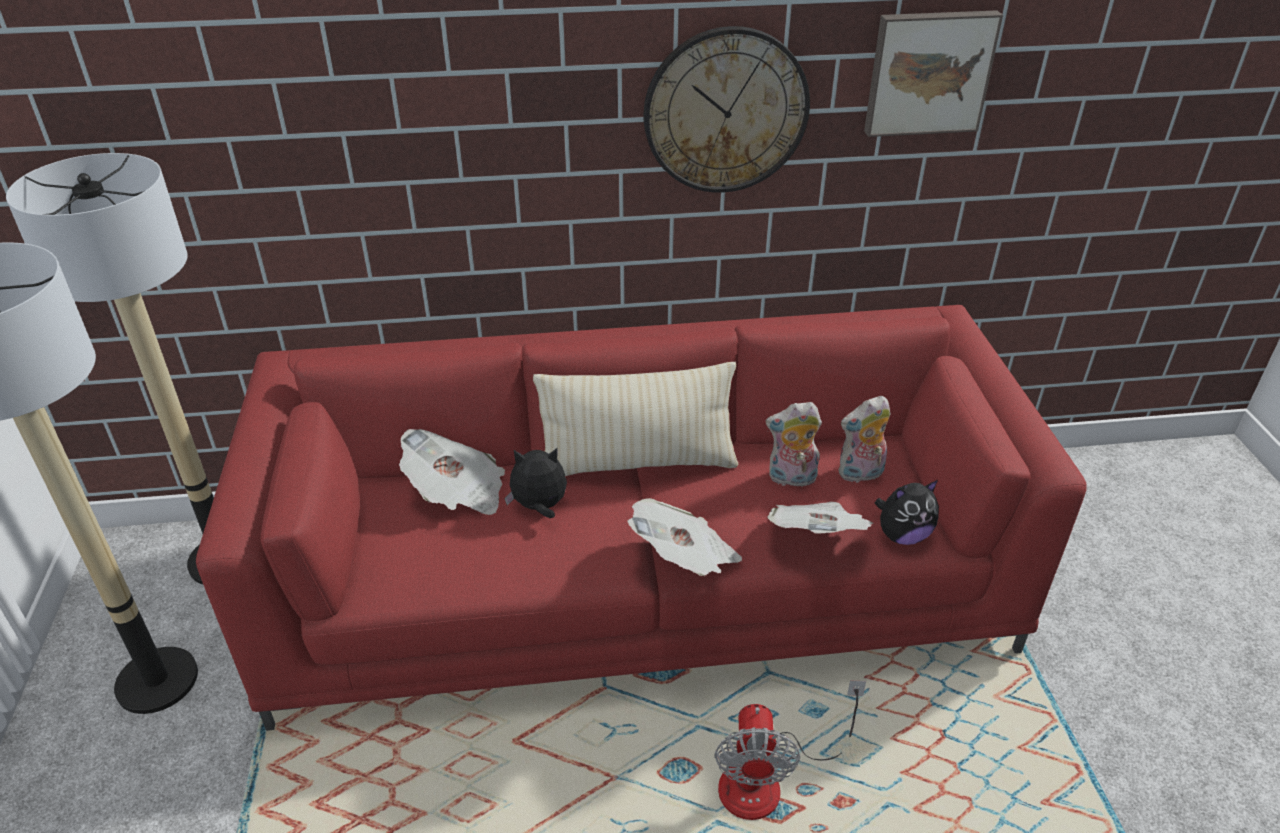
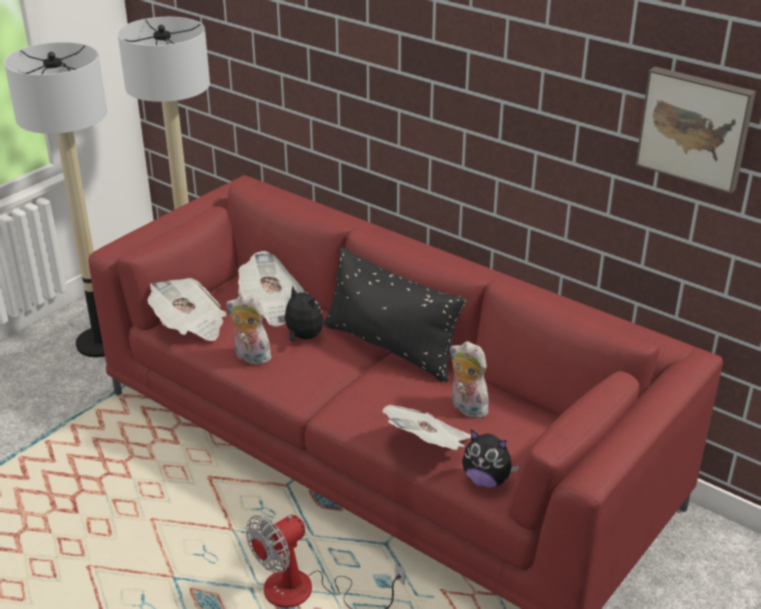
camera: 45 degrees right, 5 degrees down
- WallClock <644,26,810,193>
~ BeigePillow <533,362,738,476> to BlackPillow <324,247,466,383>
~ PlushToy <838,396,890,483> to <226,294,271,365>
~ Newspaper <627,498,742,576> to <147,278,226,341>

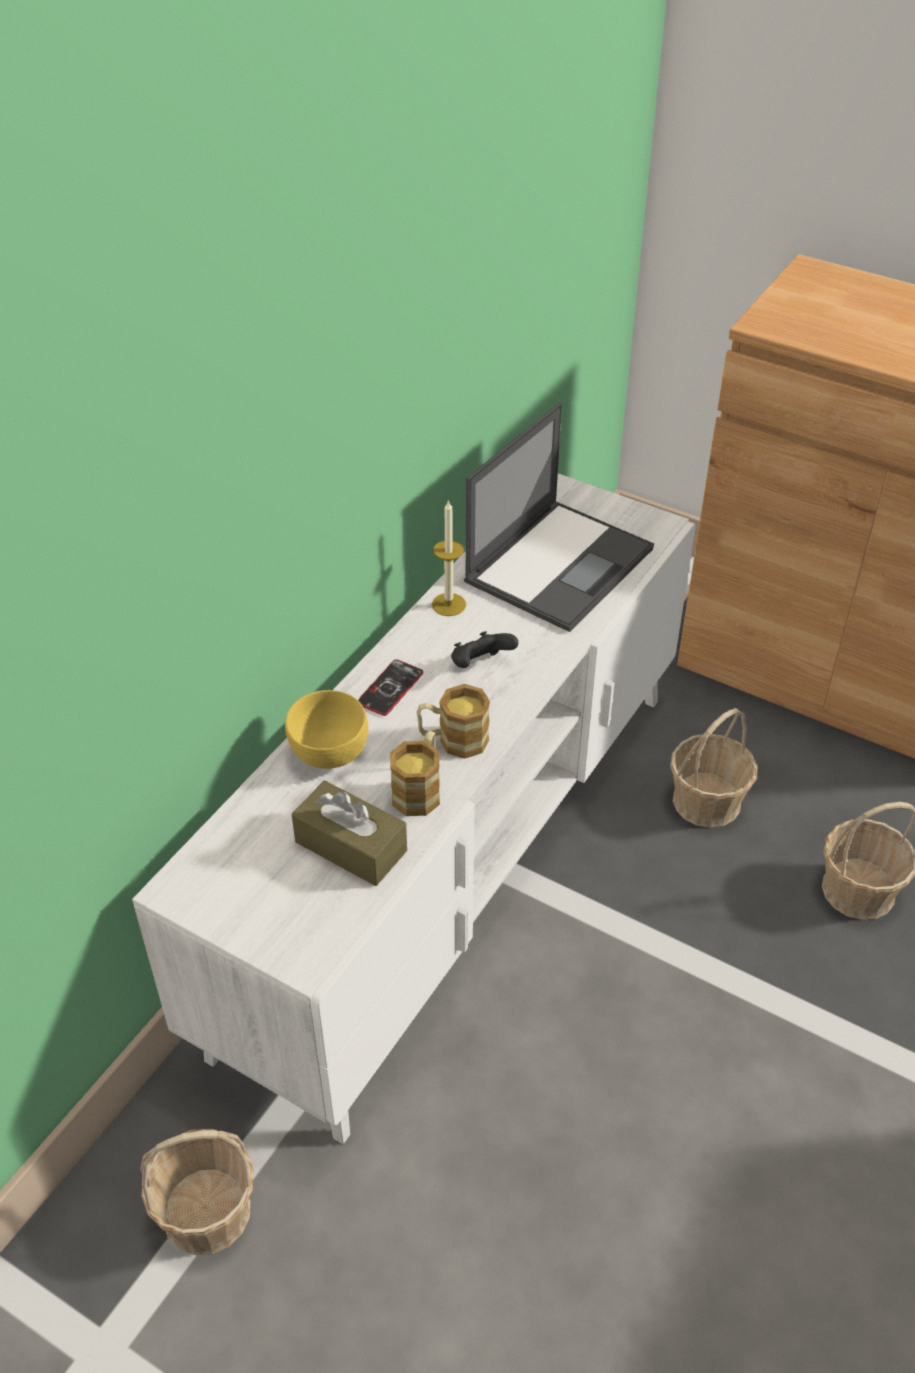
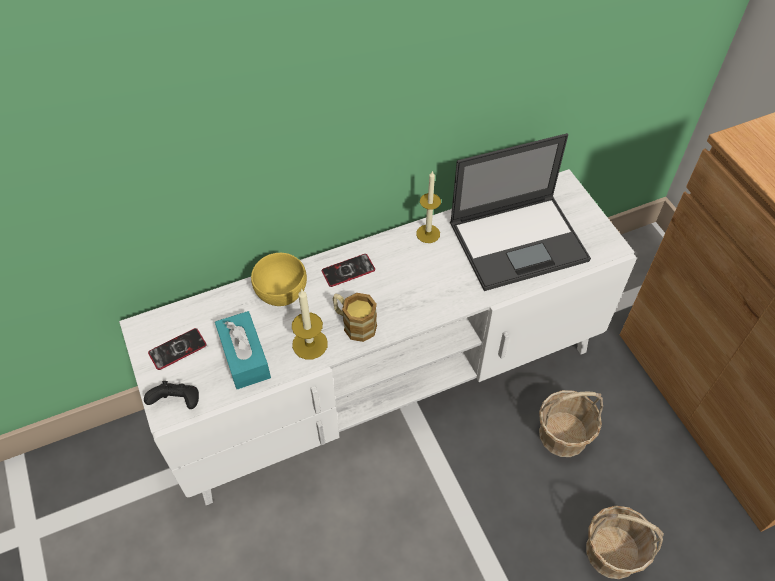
camera: 35 degrees right, 10 degrees up
~ BlackGameController <451,631,519,668> to <144,381,199,409>
~ Mug <390,731,440,816> to Candle <292,289,328,359>
~ BrownTissueBox <292,780,407,886> to TurquoiseTissueBox <215,311,271,389>
- Basket <140,1129,254,1255>
+ Phone <148,328,207,370>

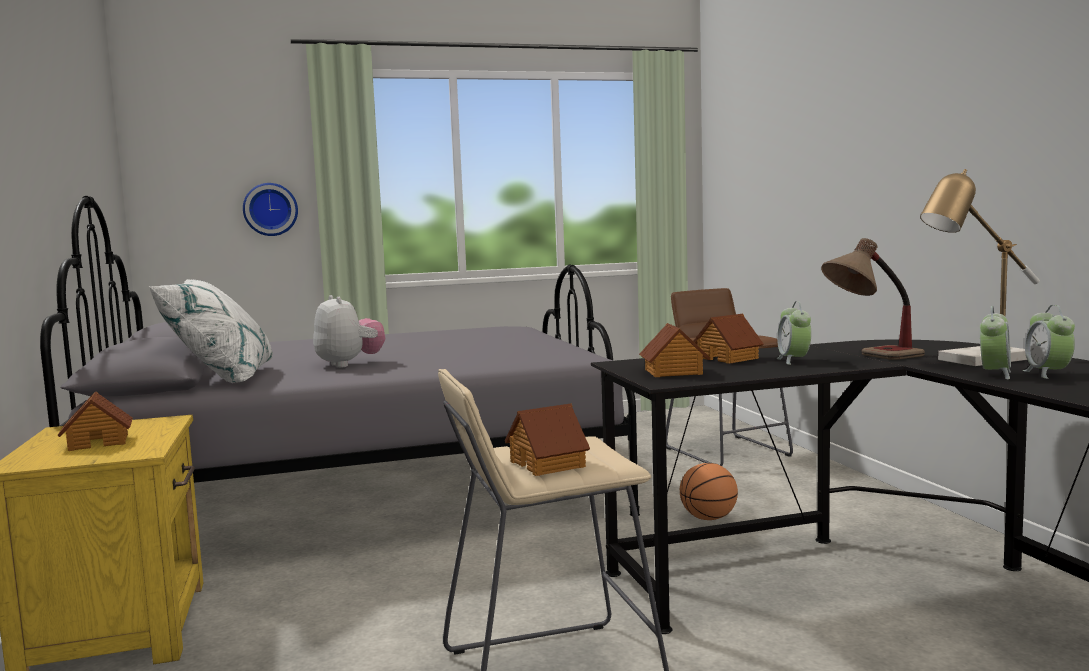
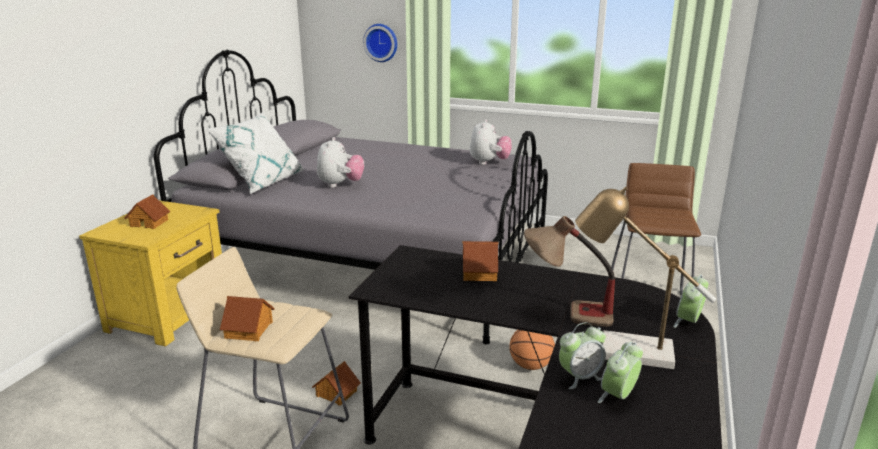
camera: 35 degrees right, 15 degrees up
~ AlarmClock <776,301,811,365> to <673,274,708,328>
~ ToyHouse <639,323,710,377> to <312,361,361,406>
+ PlushToy <470,119,512,165>

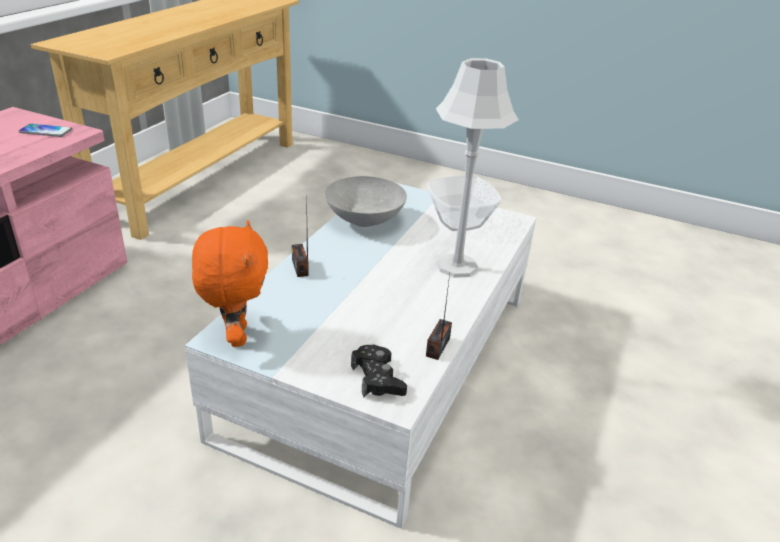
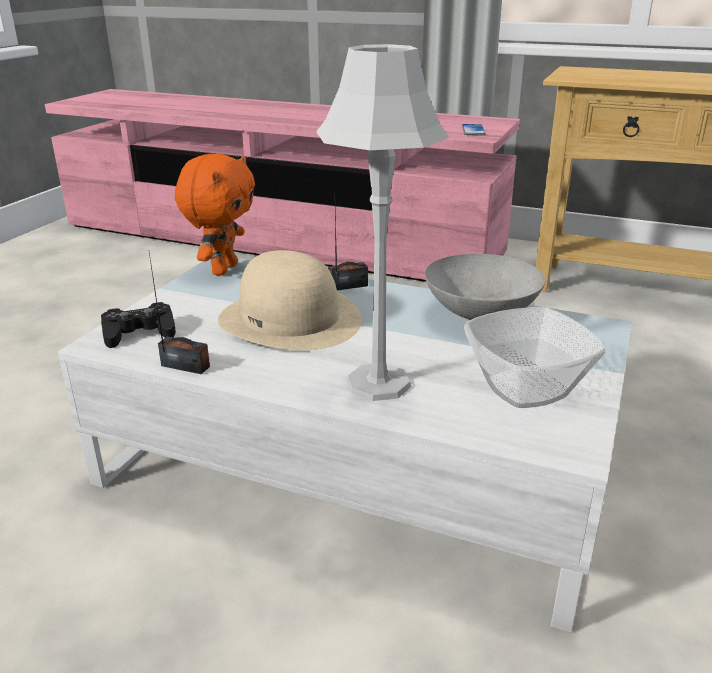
camera: 90 degrees right, 5 degrees down
~ OrangePlushToy <192,220,268,347> = <175,154,255,276> 60 degrees counterclockwise
+ BeigeHat <218,250,361,350>

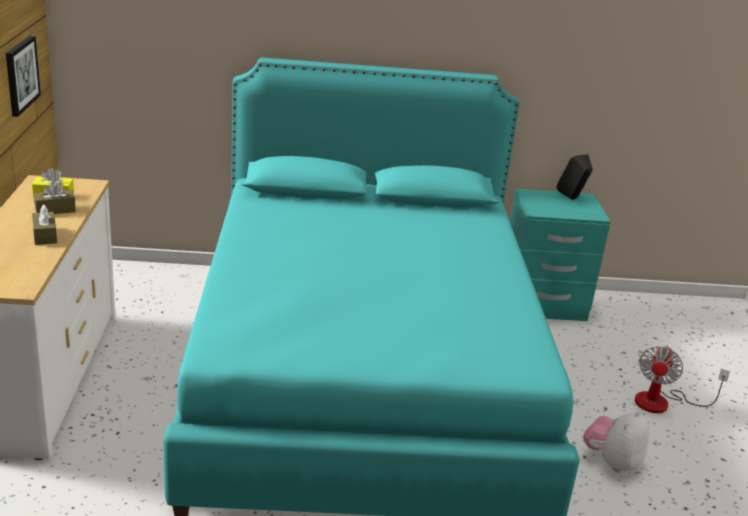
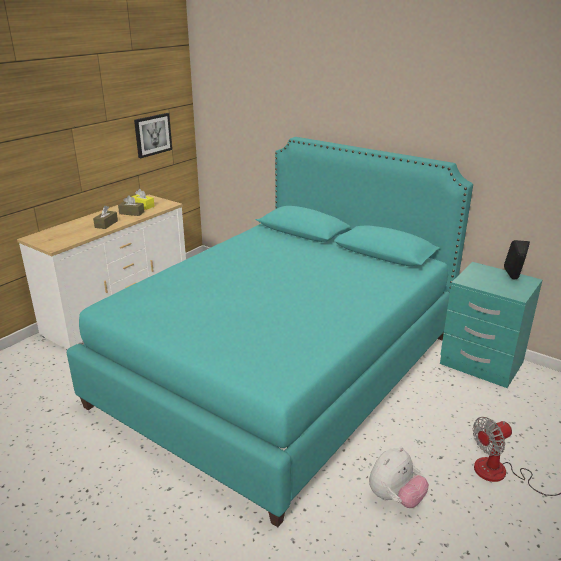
camera: 40 degrees right, 0 degrees up
~ PlushToy <583,411,649,473> = <369,447,429,508> 150 degrees clockwise

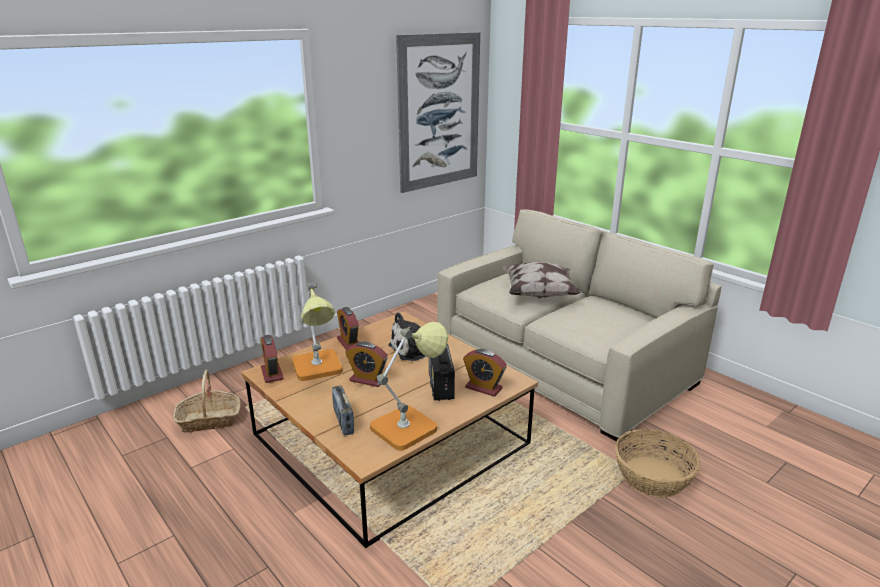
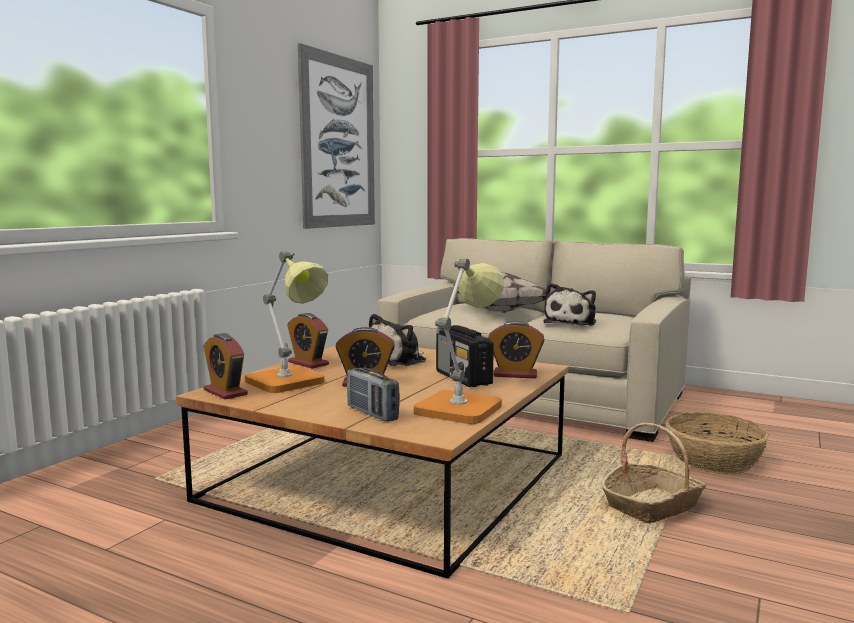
camera: 20 degrees left, 15 degrees down
~ Basket <173,370,241,433> to <601,423,706,523>
+ PlushToy <543,283,596,326>

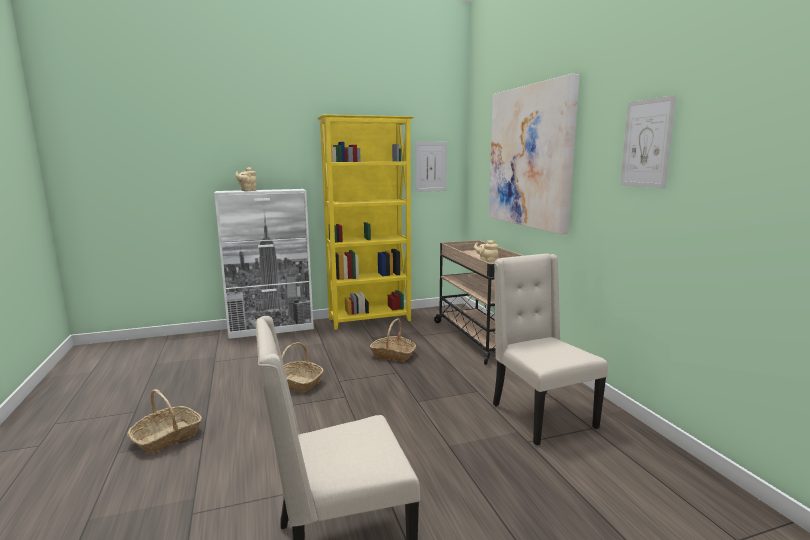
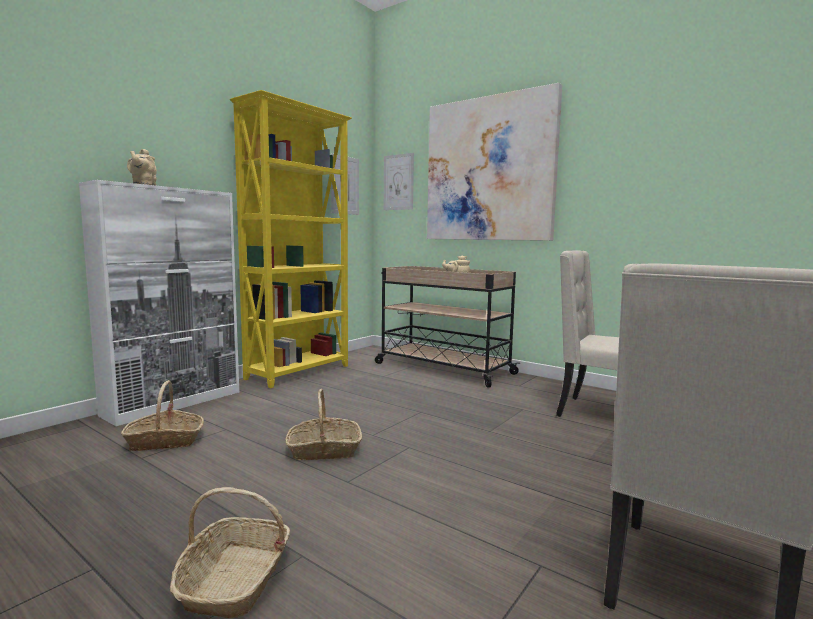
camera: 35 degrees left, 5 degrees down
~ Picture <620,95,677,188> to <384,153,414,210>
~ Basket <370,319,416,362> to <121,380,204,451>

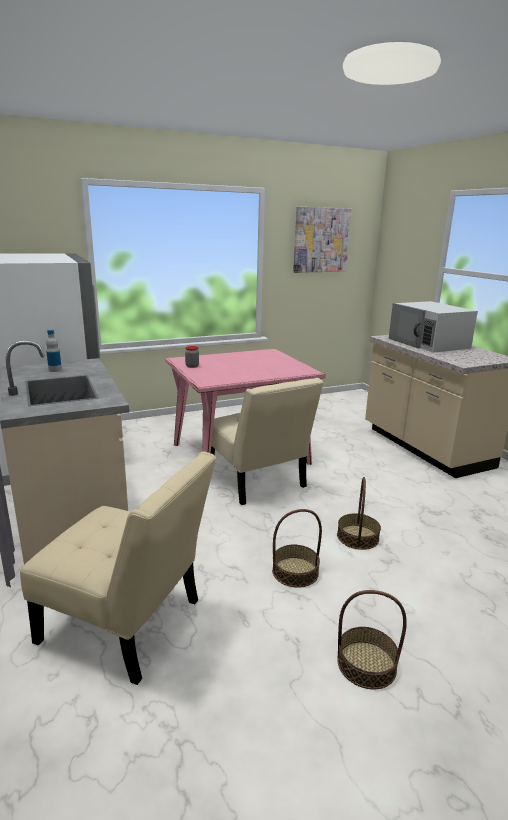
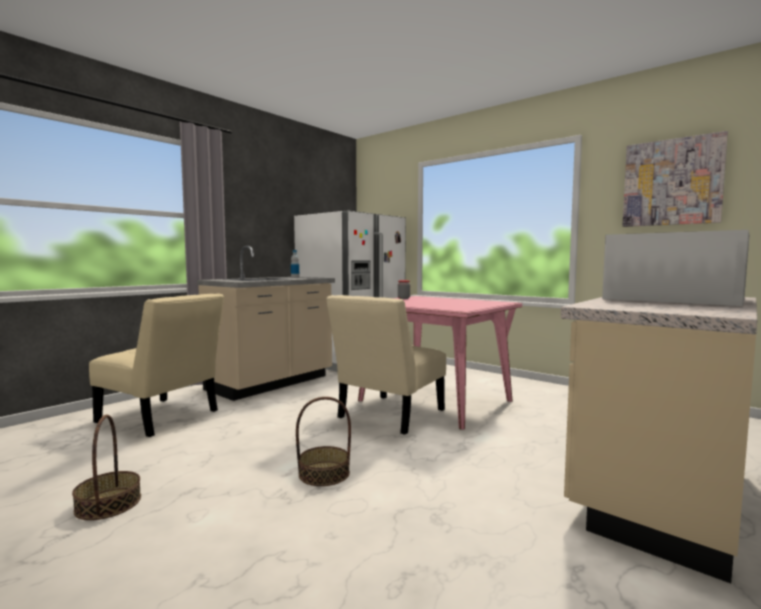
camera: 65 degrees right, 15 degrees down
~ WhiteMicrowave <389,301,478,353> = <602,230,750,306> 90 degrees clockwise
~ BeigeChair <20,451,216,685> = <89,293,224,437> 60 degrees counterclockwise
- Basket <272,509,322,588>

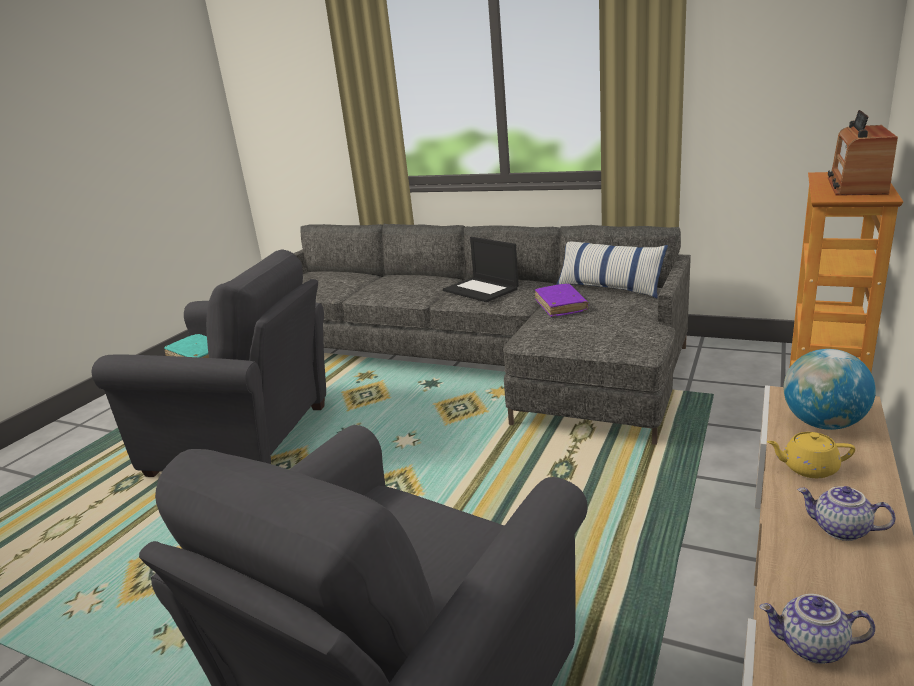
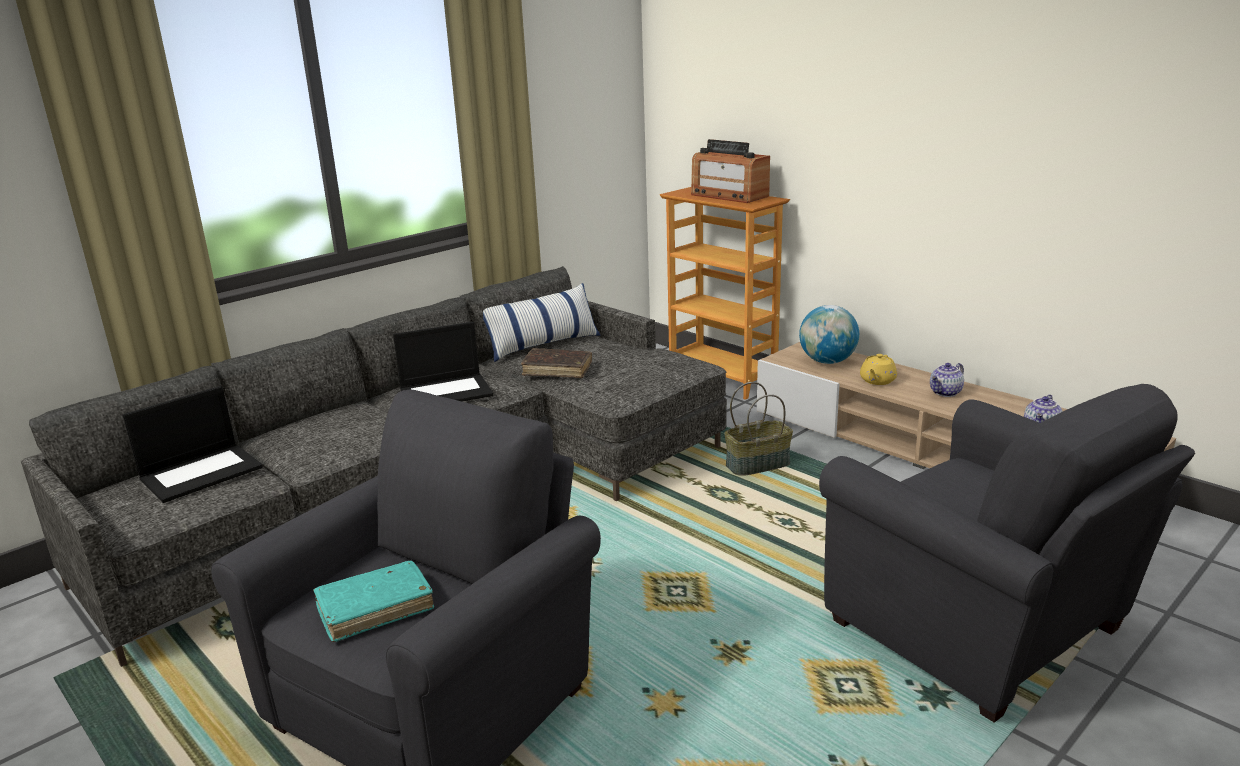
camera: 70 degrees left, 0 degrees up
~ PurpleBook <535,284,588,317> to BrownBook <521,348,592,378>
+ Basket <724,382,793,476>
+ Laptop <122,386,263,503>

